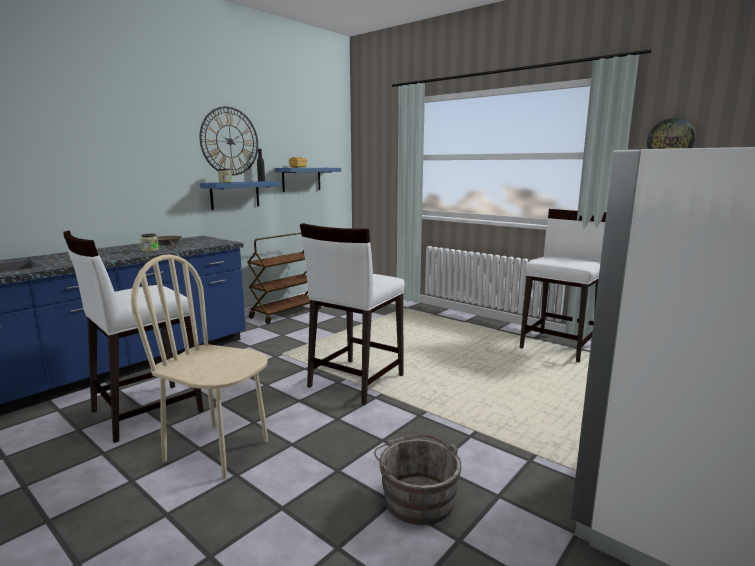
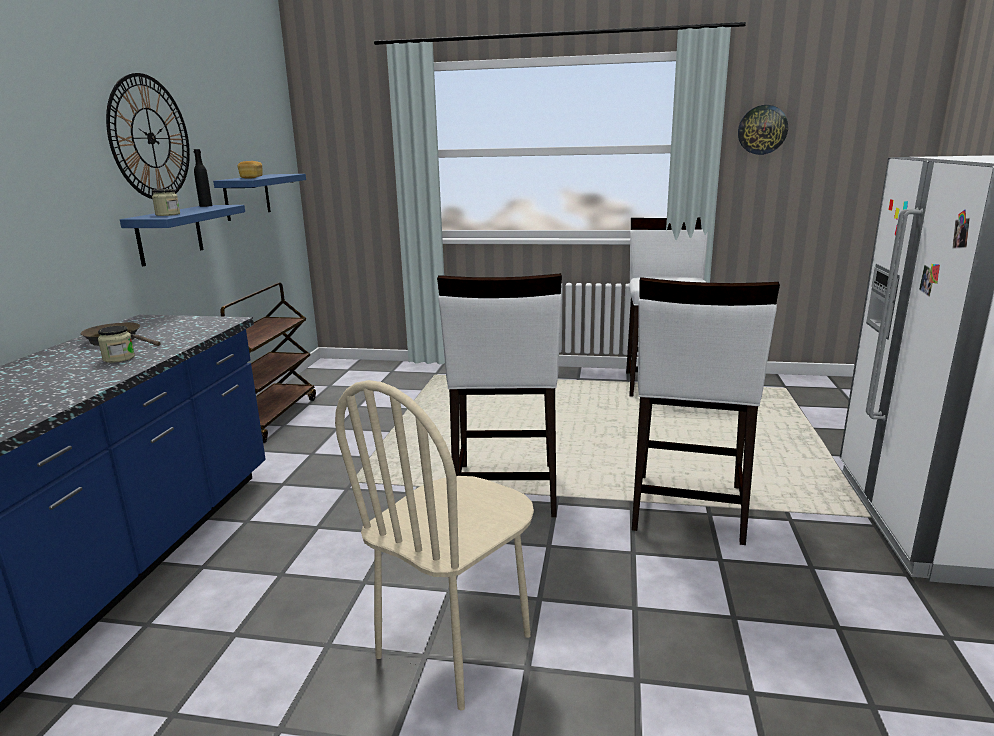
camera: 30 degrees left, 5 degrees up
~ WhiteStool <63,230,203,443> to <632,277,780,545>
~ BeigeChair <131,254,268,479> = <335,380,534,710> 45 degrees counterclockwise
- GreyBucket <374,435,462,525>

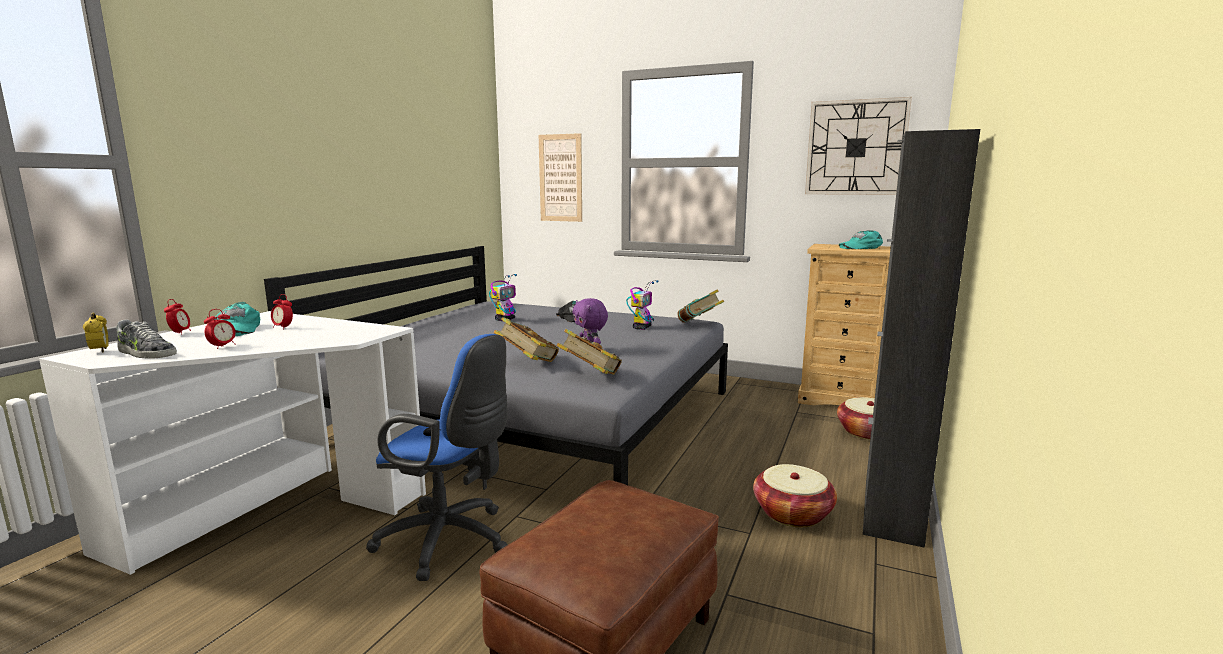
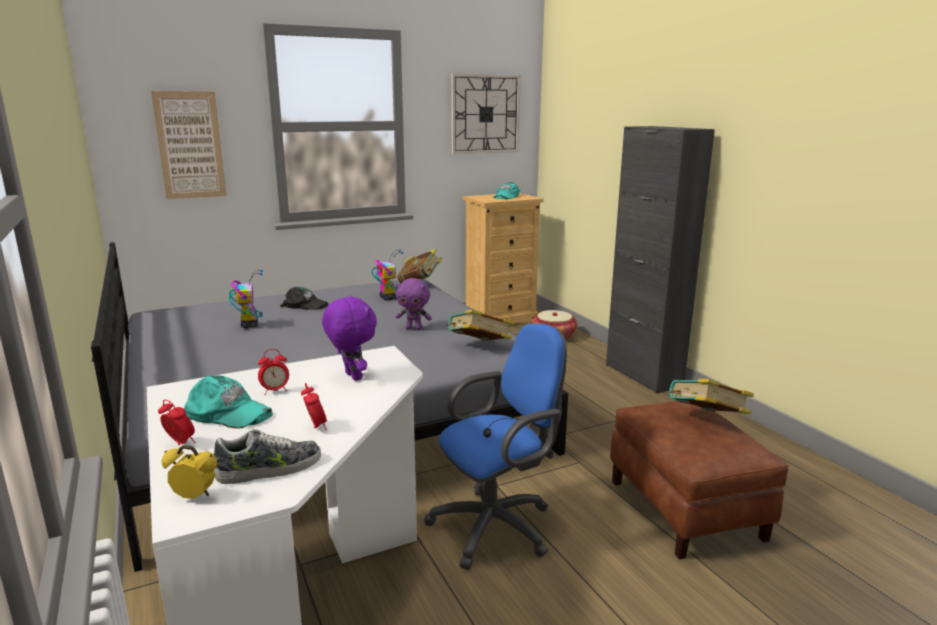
camera: 50 degrees left, 5 degrees up
~ Book <494,317,559,362> to <669,379,754,414>
- Basket <753,464,837,527>
+ PurplePlushToy <322,296,377,381>

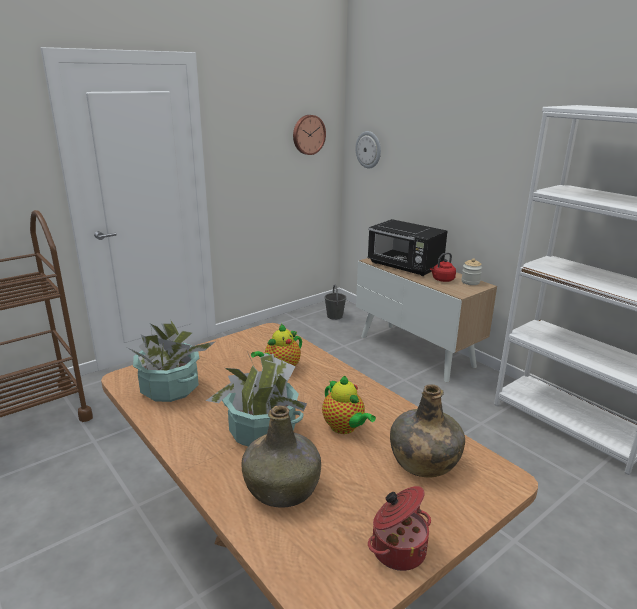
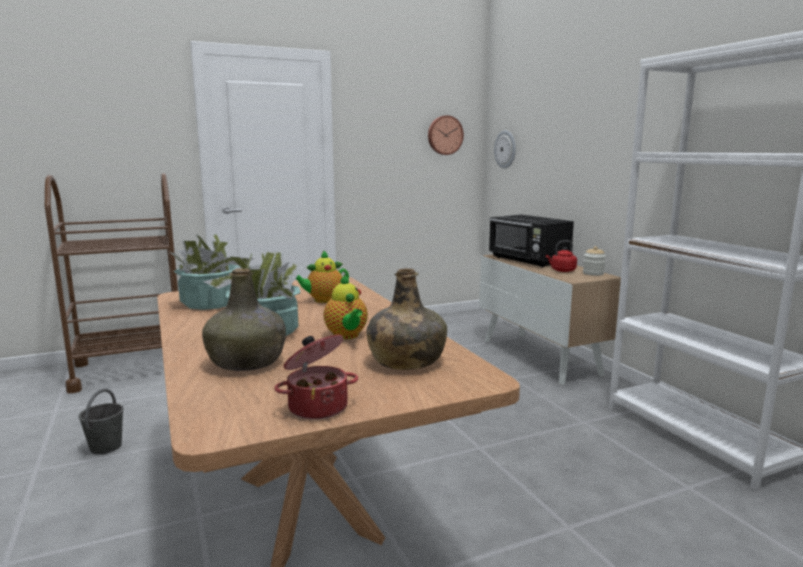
camera: 15 degrees right, 10 degrees down
~ GreyBucket <324,284,346,320> to <78,389,124,454>

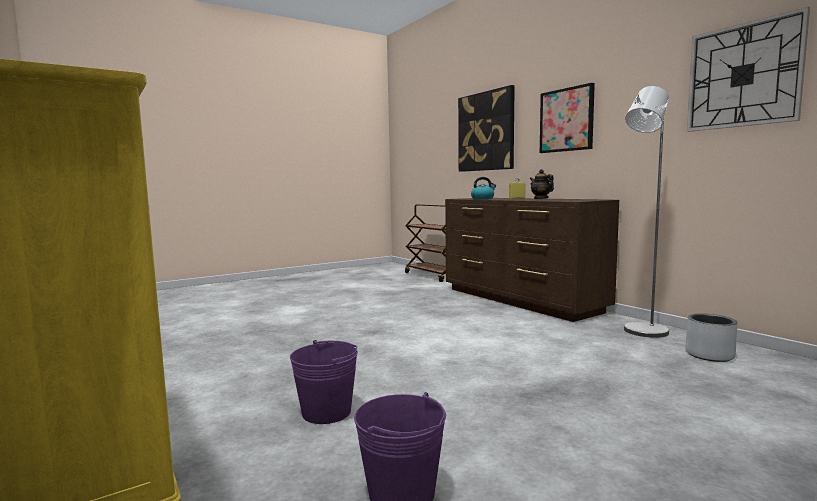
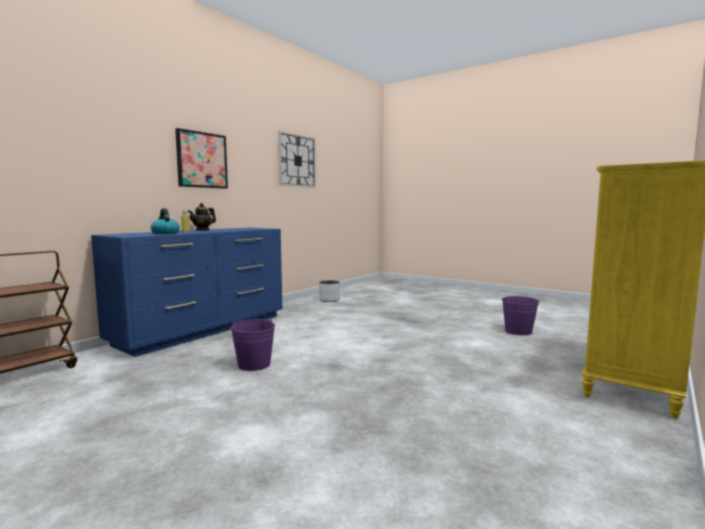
camera: 110 degrees left, 0 degrees up
- Picture <458,85,515,172>
- GreyFloorLamp <624,86,669,338>
~ BrownDresser <445,198,619,322> to BlueDresser <91,228,282,357>
~ PurpleBucket <290,340,358,424> to <231,319,275,371>

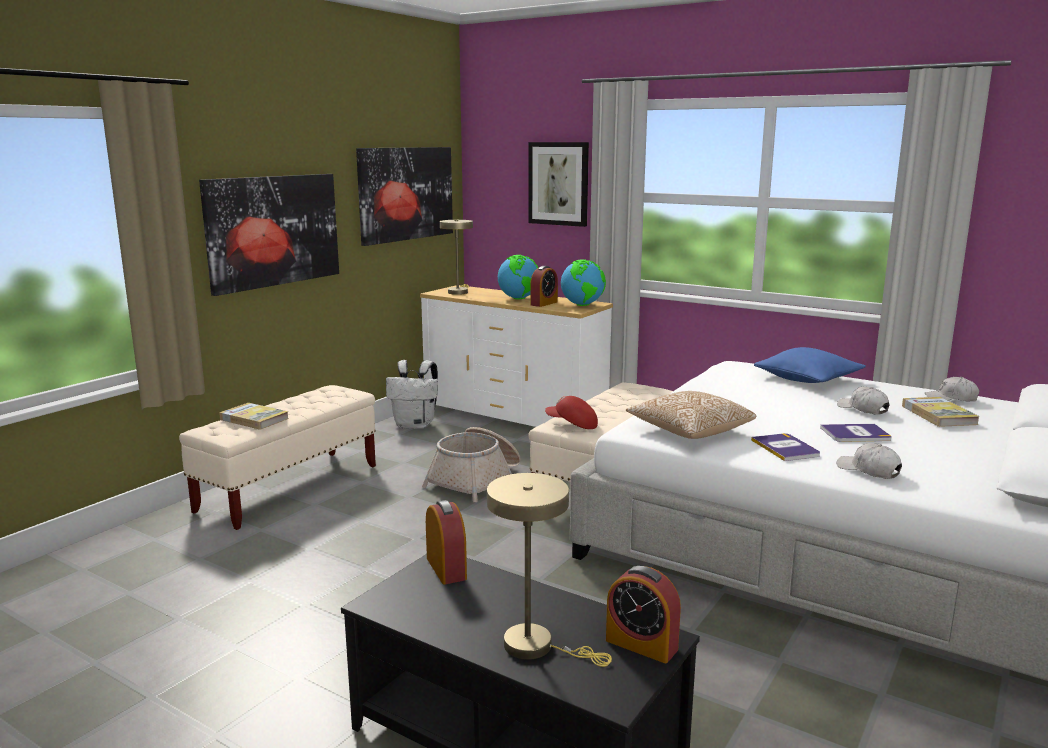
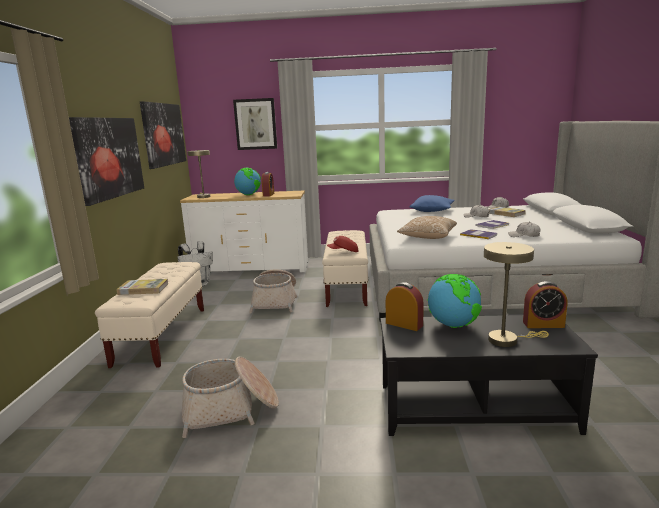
camera: 30 degrees left, 0 degrees up
~ Globe <561,259,606,306> to <427,274,482,328>
+ Basket <182,357,279,438>

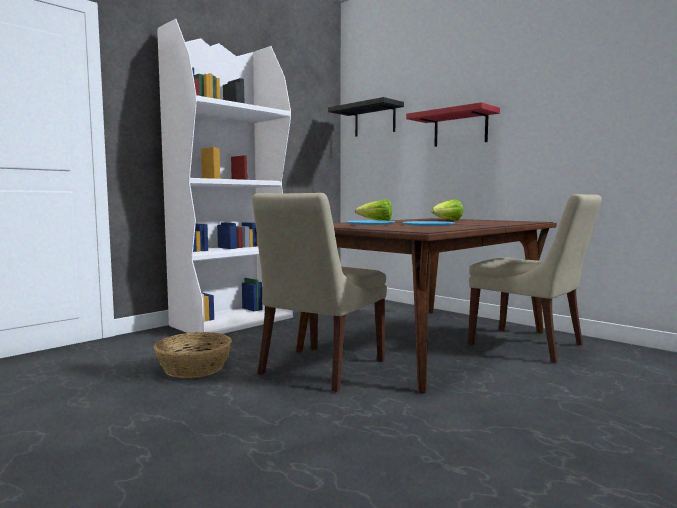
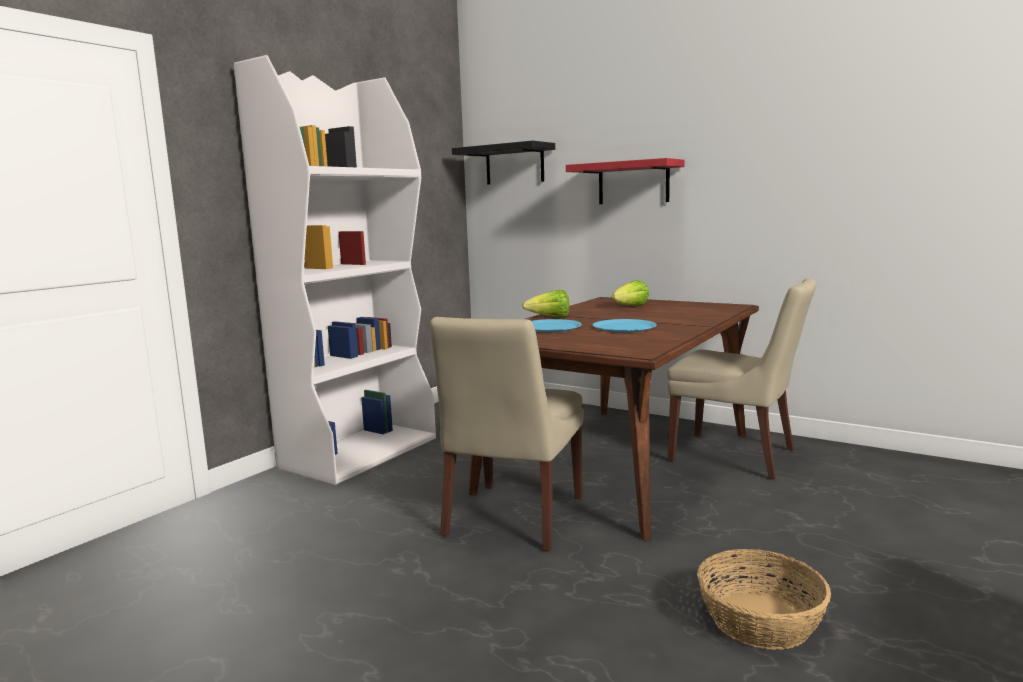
camera: 10 degrees left, 5 degrees up
~ Basket <154,332,232,378> to <697,549,831,650>

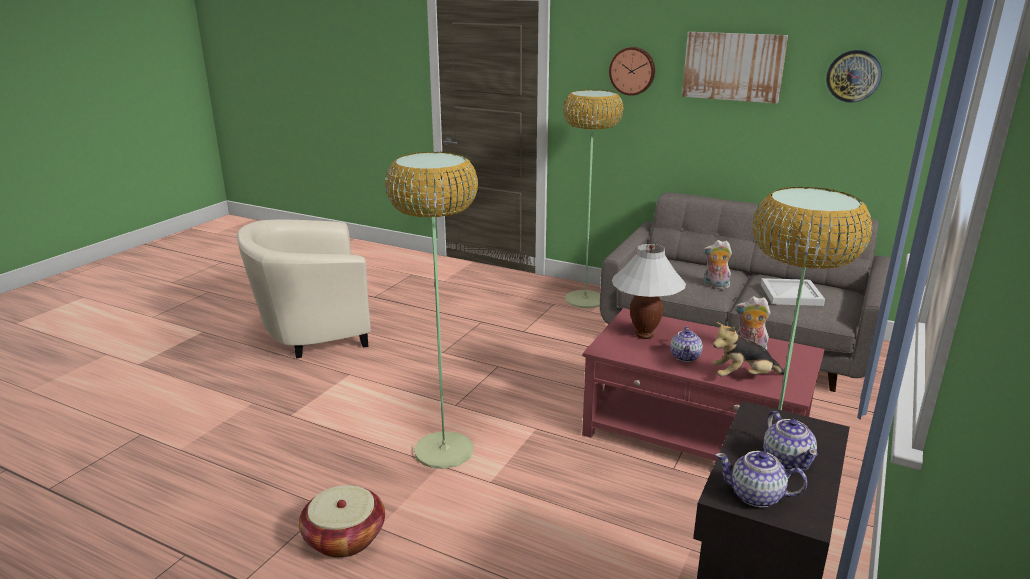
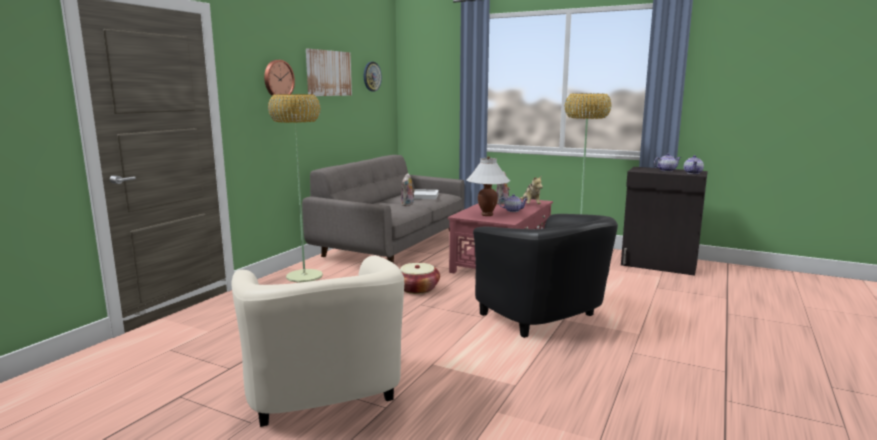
camera: 90 degrees left, 10 degrees down
~ FloorLamp <385,152,478,469> to BlackArmchair <473,214,618,338>
~ Basket <299,485,385,558> to <399,263,440,294>

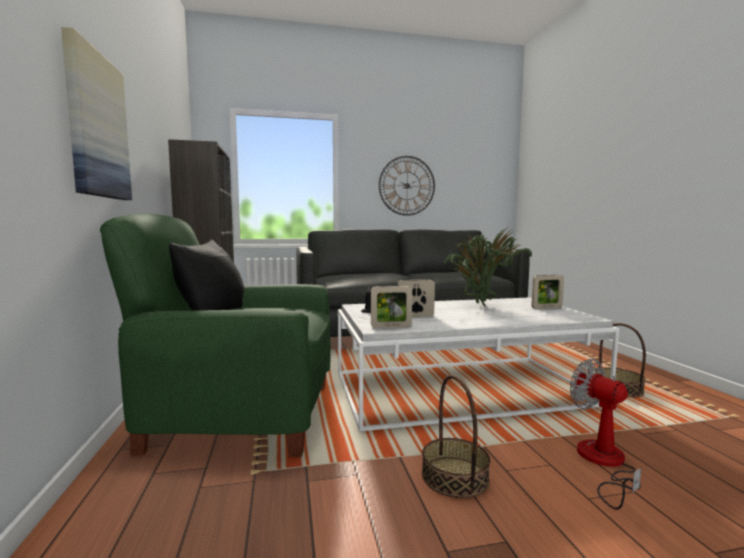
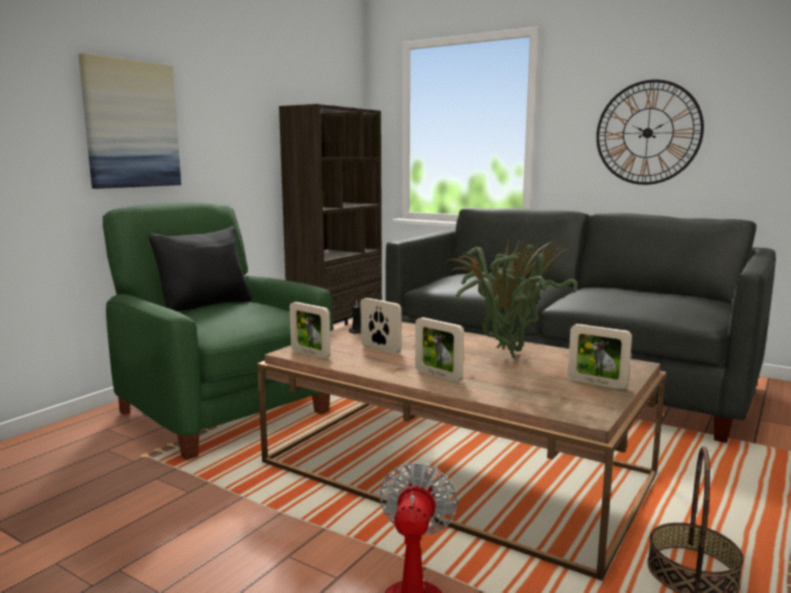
camera: 45 degrees right, 5 degrees up
~ WhiteCoffeeTable <338,297,619,432> to BrownCoffeeTable <257,322,666,581>
- Basket <422,375,491,498>
+ PictureFrame <415,317,464,382>

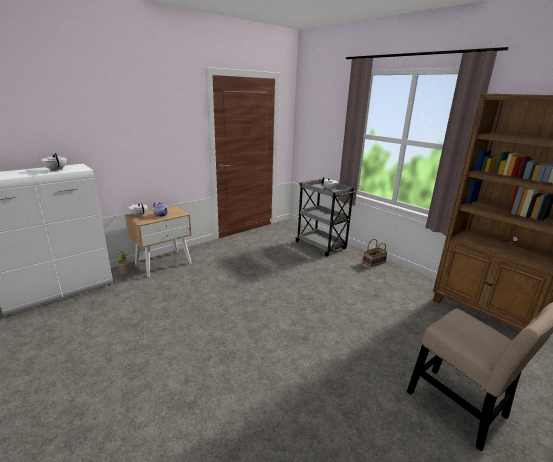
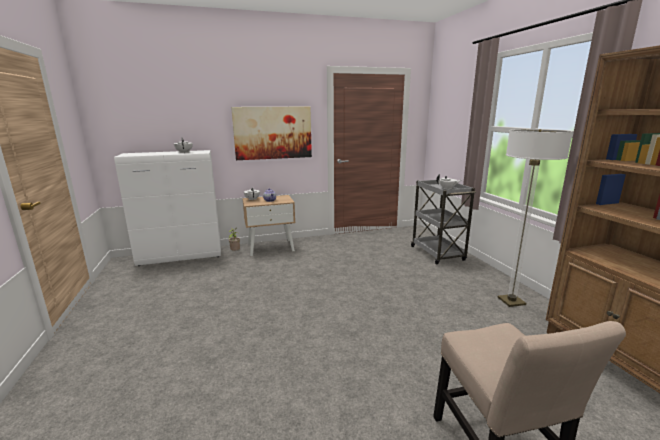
camera: 25 degrees right, 5 degrees down
- Basket <363,238,388,267>
+ Picture <231,107,312,160>
+ FloorLamp <498,129,573,307>

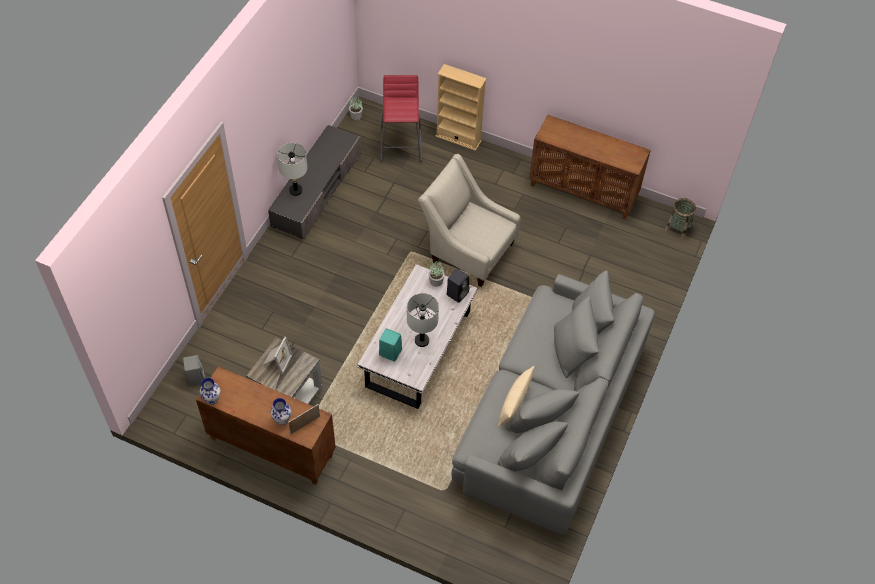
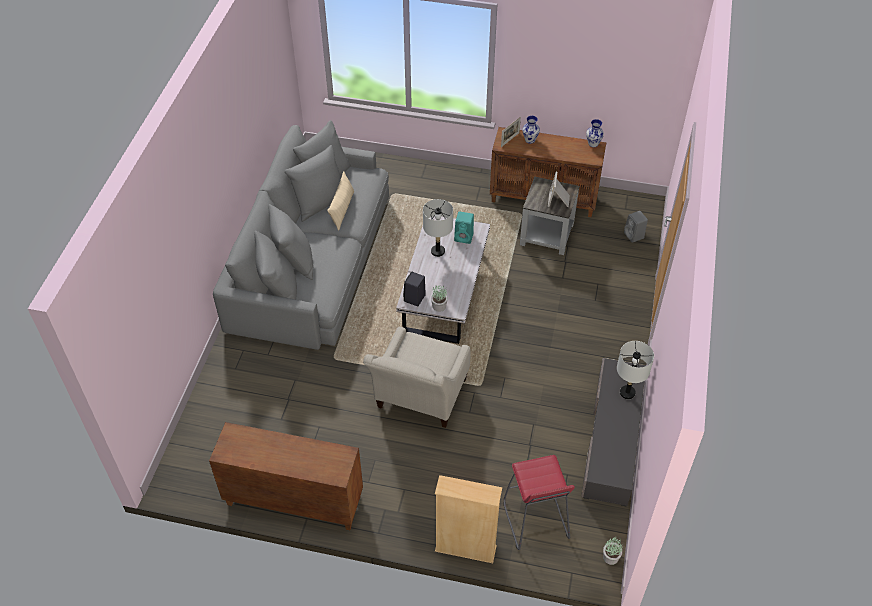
camera: 170 degrees right, 5 degrees down
~ BeigeArmchair <418,154,521,287> = <363,327,471,428> 90 degrees clockwise
- Basket <665,198,696,239>

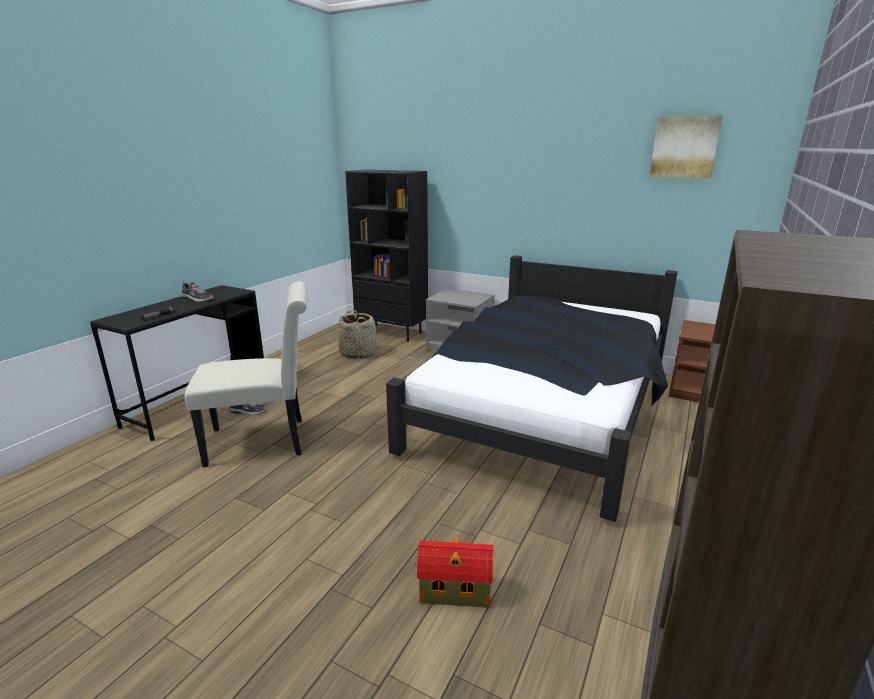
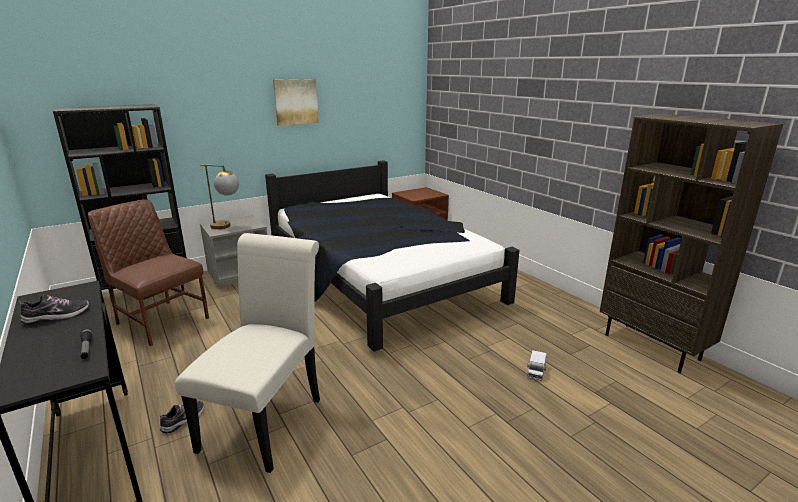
camera: 60 degrees left, 0 degrees up
~ Picture <650,115,723,178> to <273,79,319,126>
~ Basket <339,310,376,359> to BrownChair <88,199,209,346>
~ ToyHouse <417,538,493,608> to ToyTruck <527,350,547,380>
+ TableLamp <200,164,239,229>

